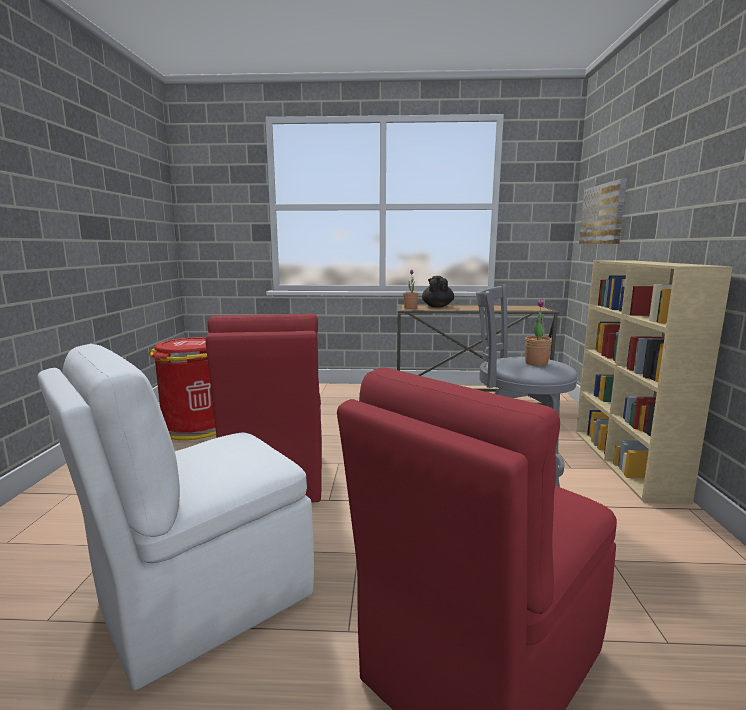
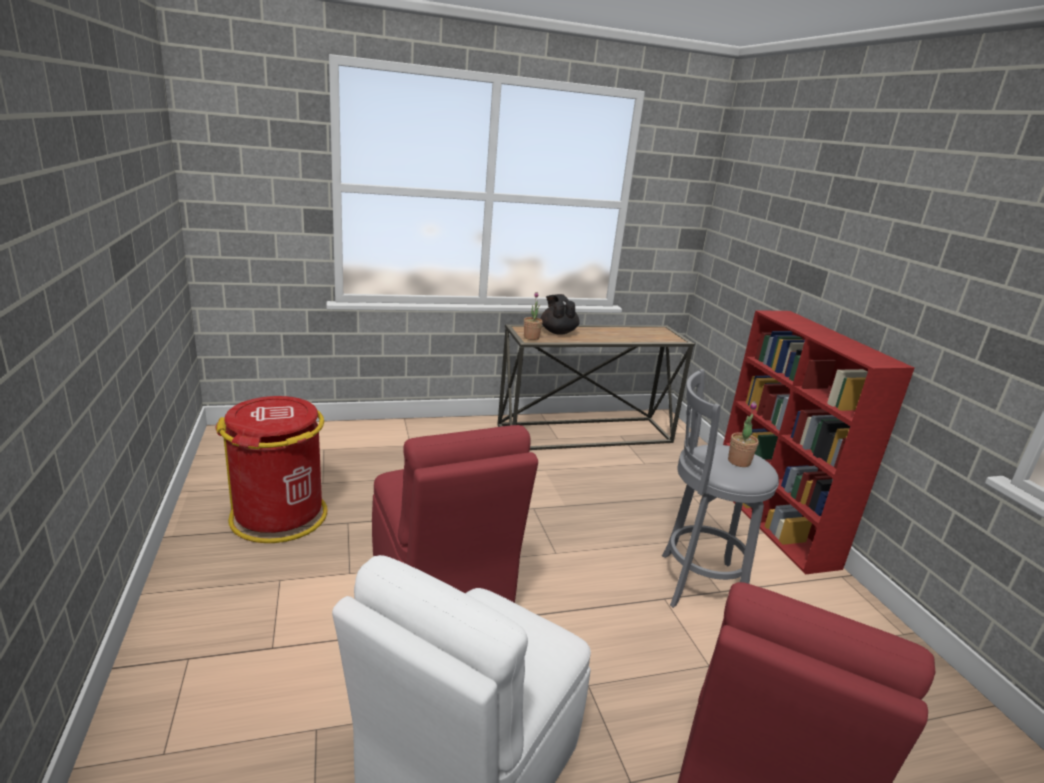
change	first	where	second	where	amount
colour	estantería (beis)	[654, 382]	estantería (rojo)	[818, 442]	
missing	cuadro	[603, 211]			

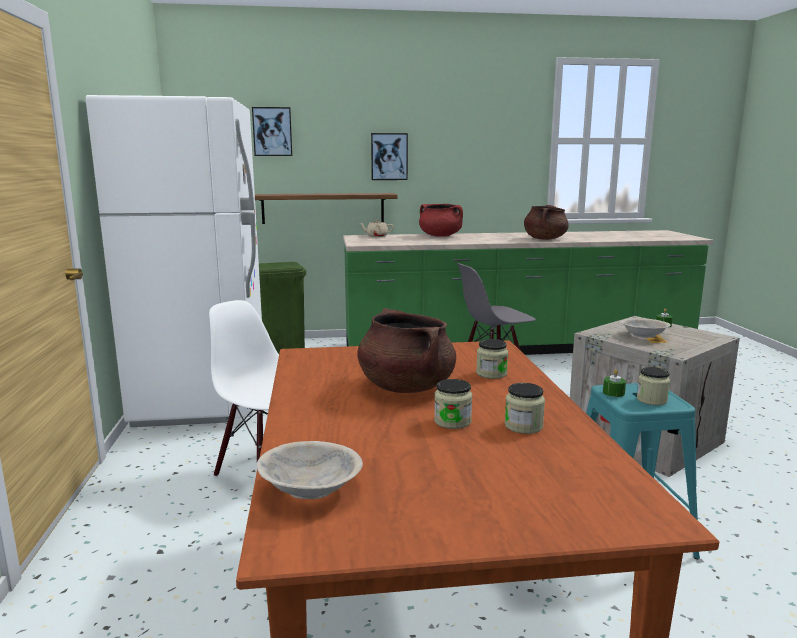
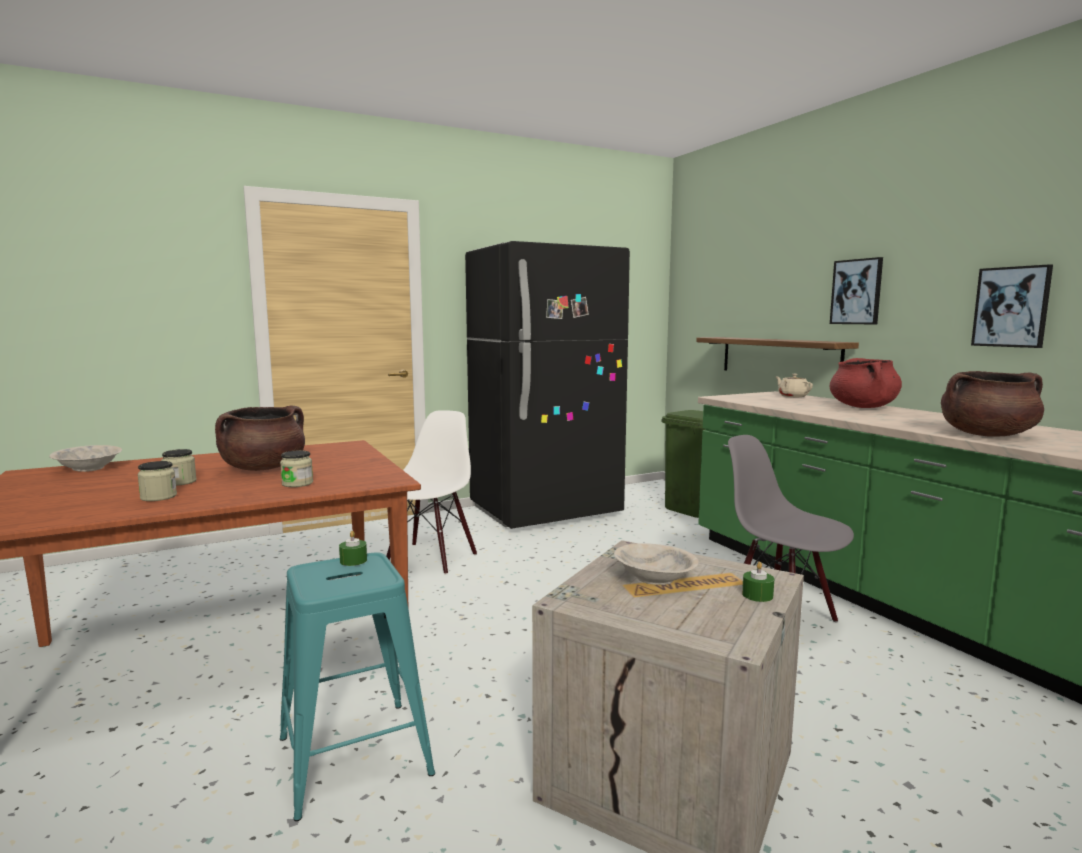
change	first	where	second	where	amount
colour	nevera (blanco)	[174, 261]	nevera (negro)	[547, 385]	
relocated	cuadro	[272, 131]		[1012, 306]	
missing	tarro	[653, 386]			

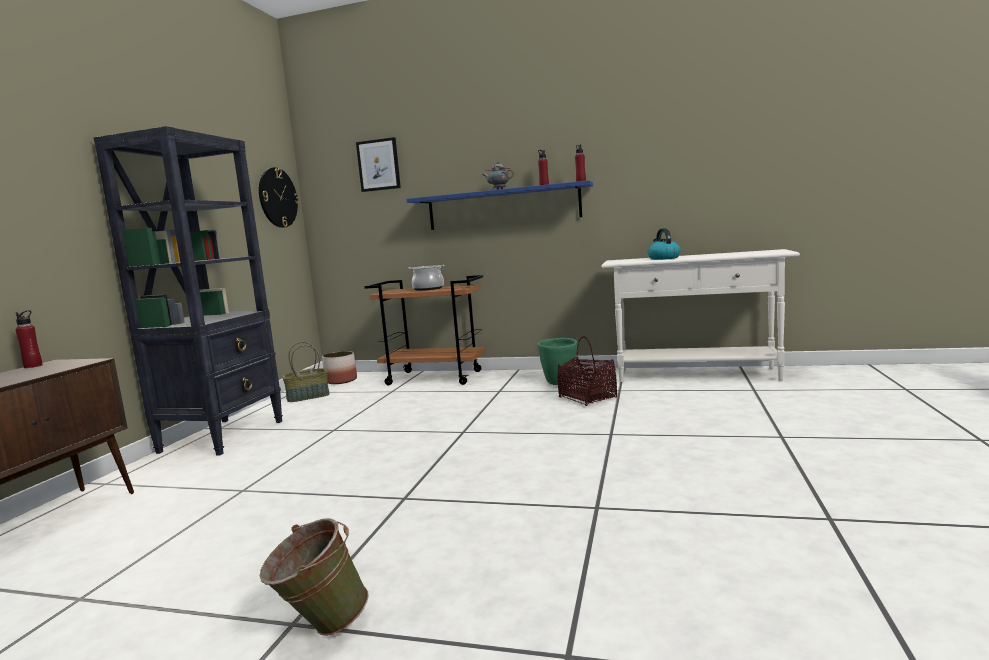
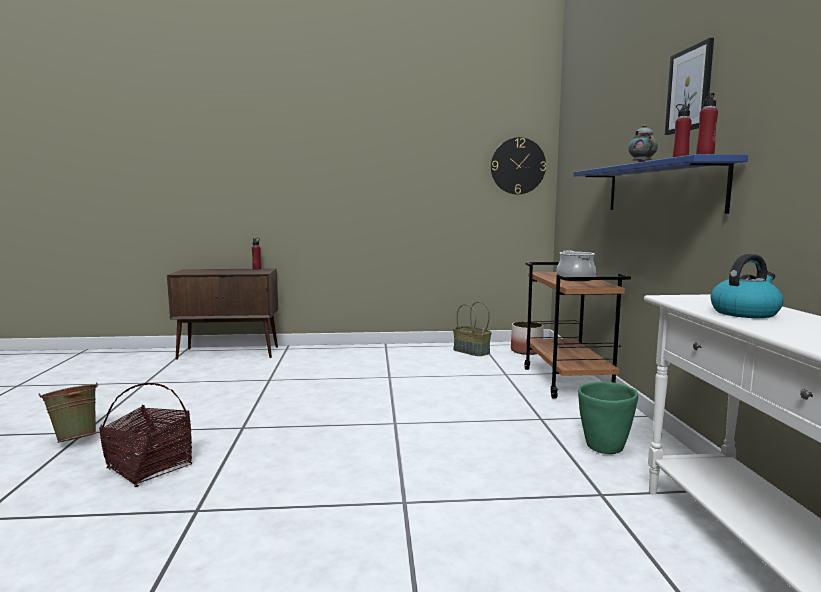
change	first	where	second	where	amount
missing	estantería (negro)	[188, 291]			
relocated	cuadro	[378, 164]		[689, 86]	
relocated	cesta	[587, 371]		[145, 435]	

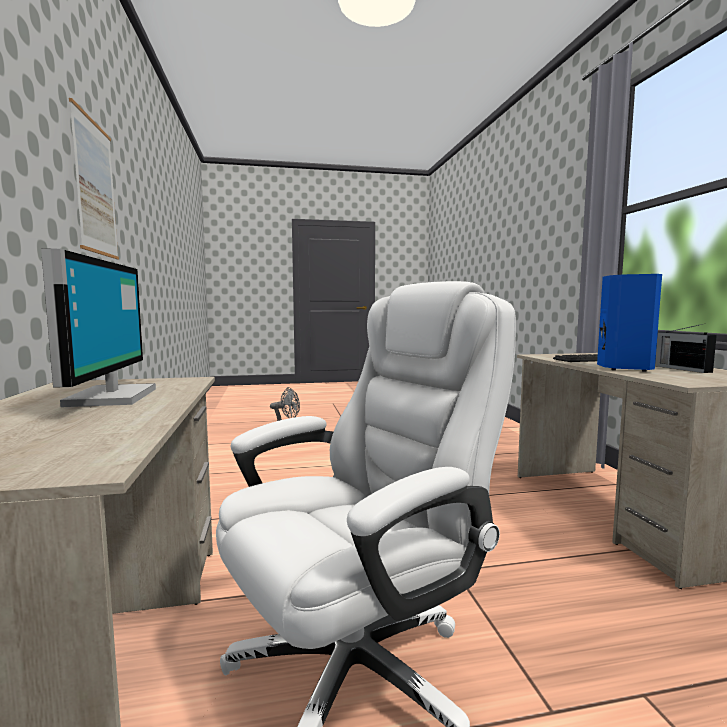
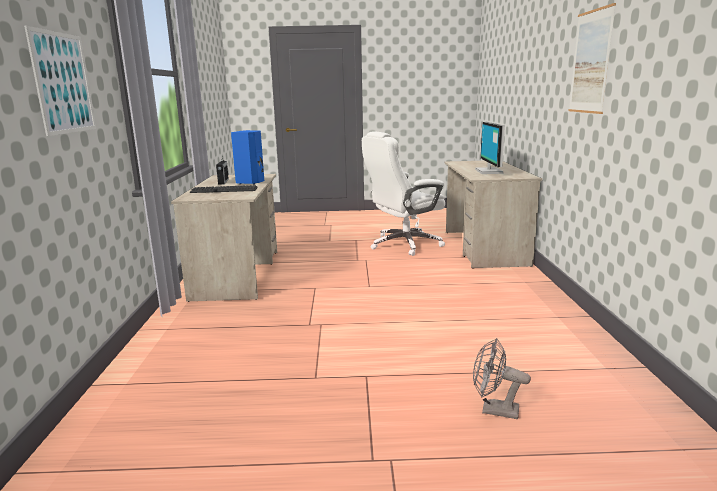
change	first	where	second	where	amount
appeared			cuadro	[60, 81]	

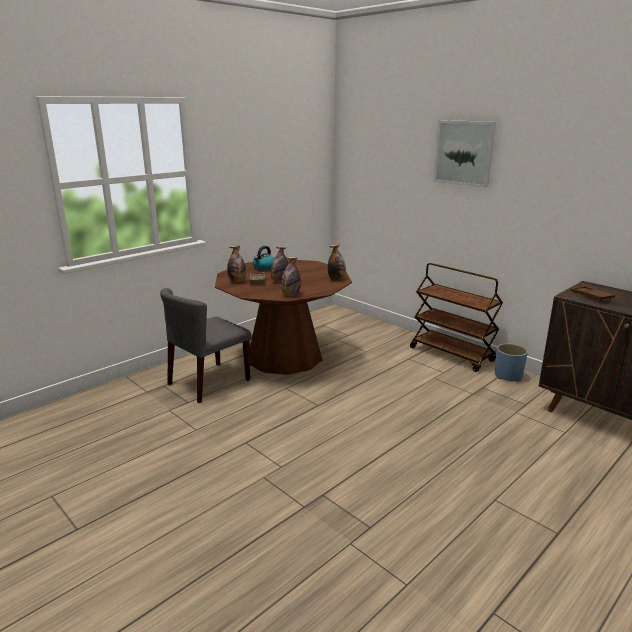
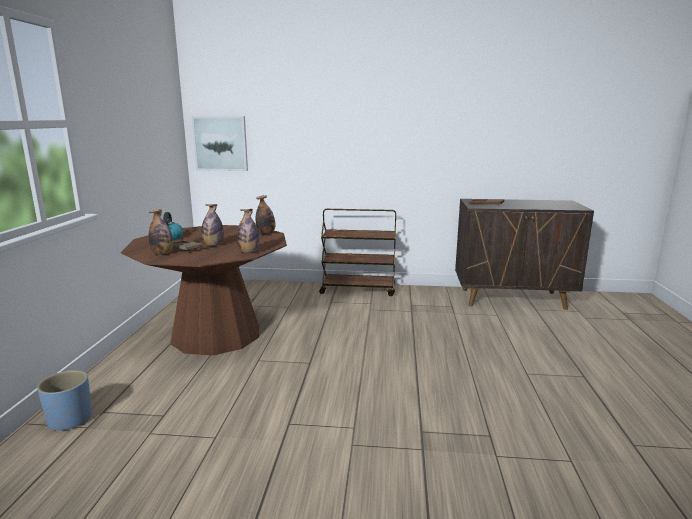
change	first	where	second	where	amount
missing	silla (gris)	[205, 345]			
relocated	cuadro	[465, 154]		[219, 143]	
relocated	maceta (azul)	[511, 362]		[64, 400]	

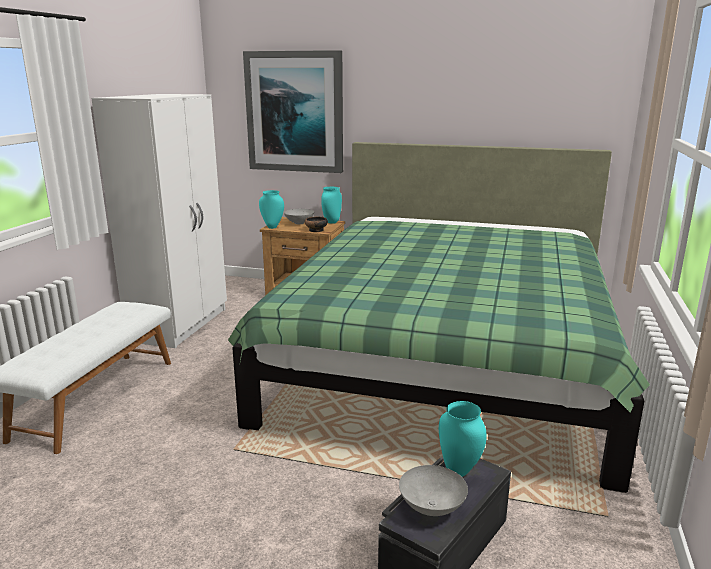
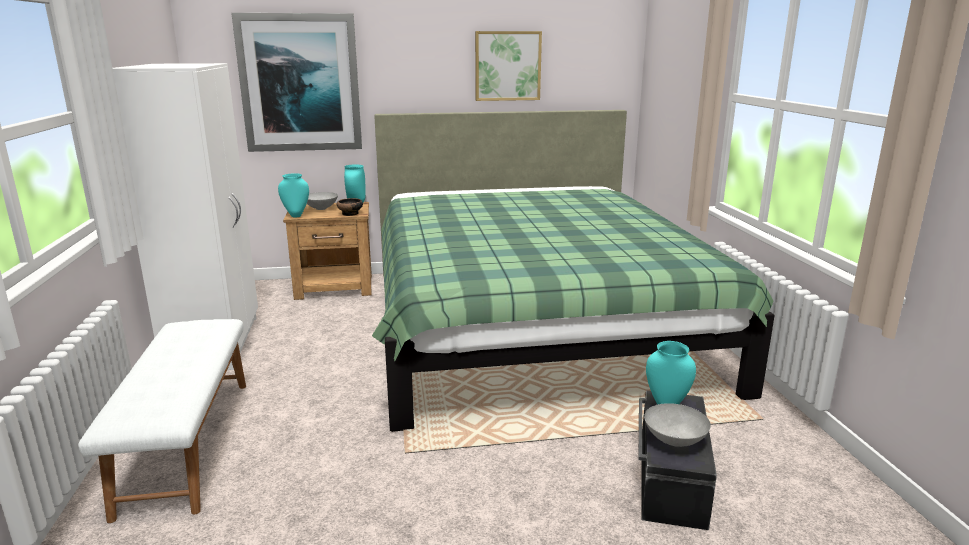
change	first	where	second	where	amount
appeared			cuadro	[508, 66]	

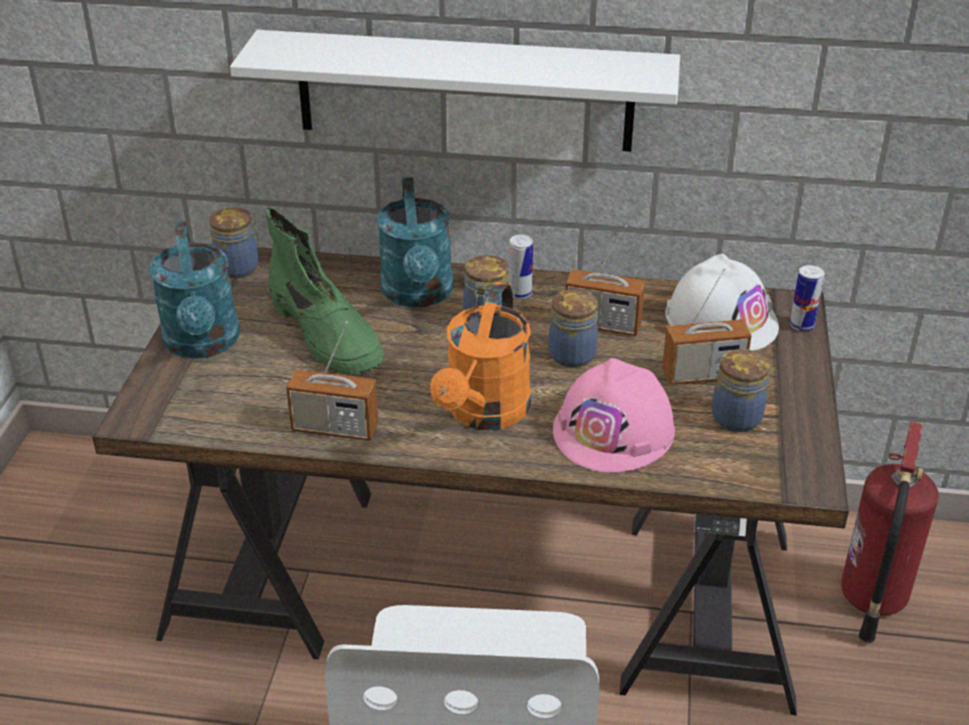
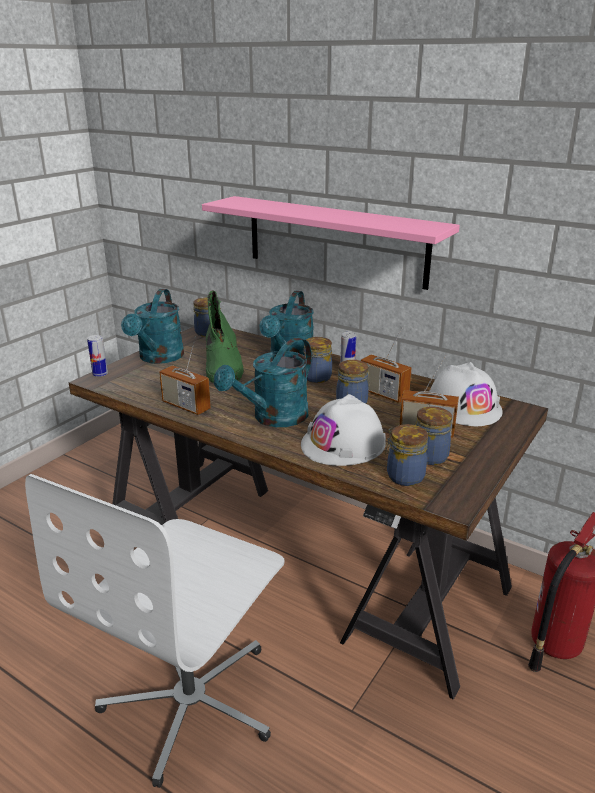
change	first	where	second	where	amount
colour	estante (blanco)	[455, 91]	estante (rosa)	[331, 243]	
colour	regadera (naranja)	[480, 356]	regadera (turquesa)	[263, 382]	
colour	casco (rosa)	[614, 415]	casco (blanco)	[343, 430]	
relocated	lata	[807, 298]		[97, 356]	
appeared			tarro	[406, 455]	

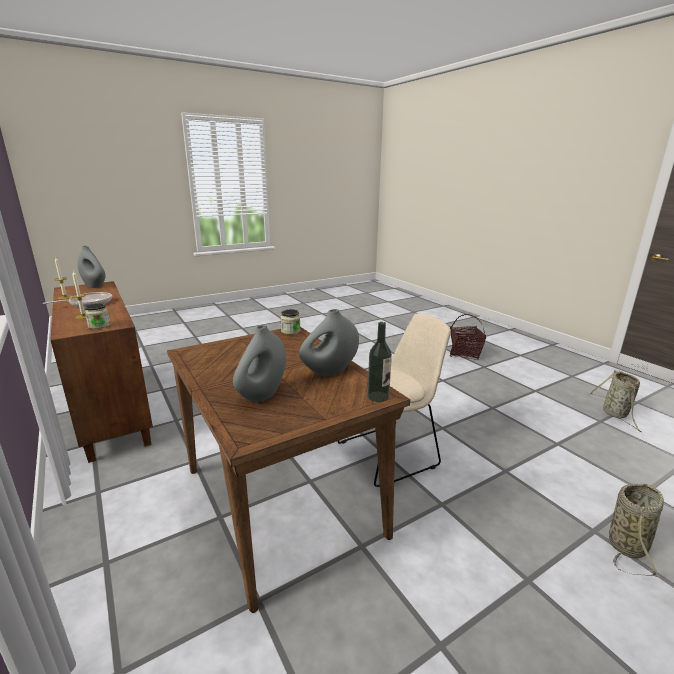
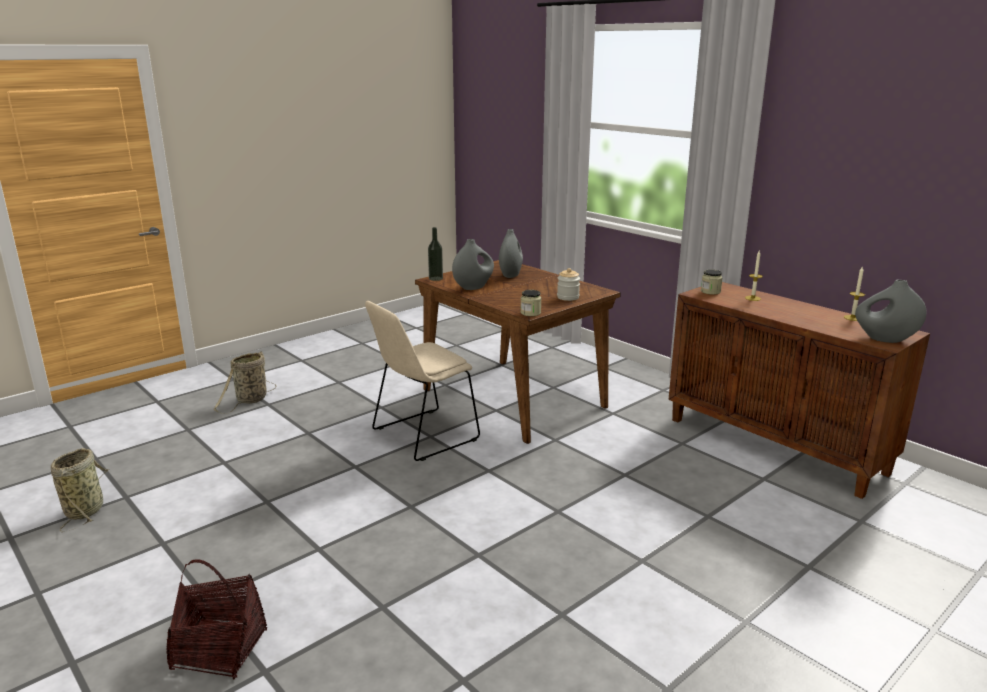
change	first	where	second	where	amount
missing	sartén	[77, 299]			
appeared			tarro	[568, 284]	

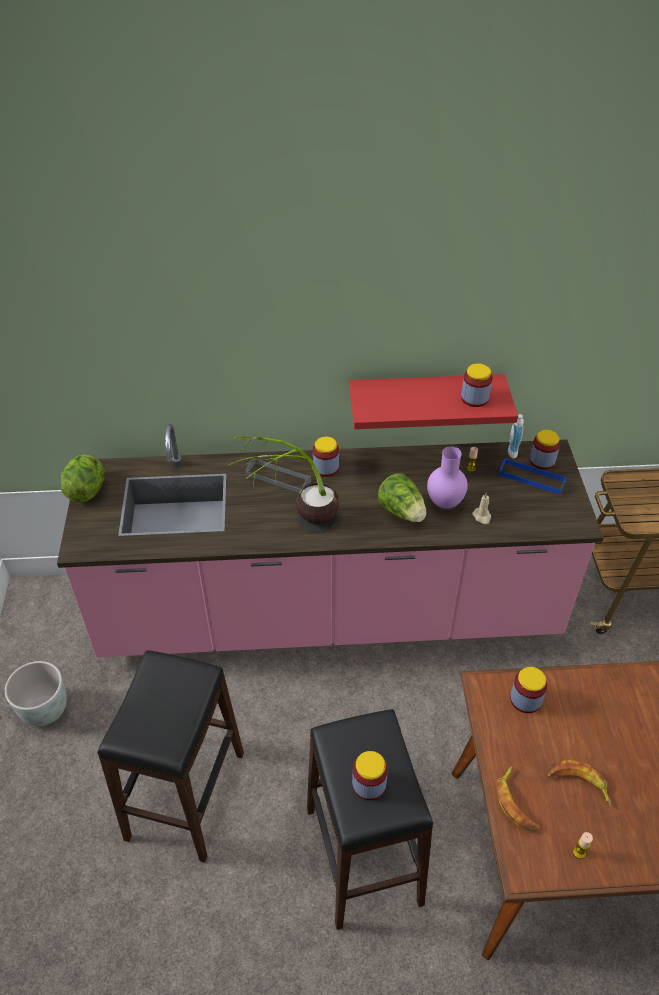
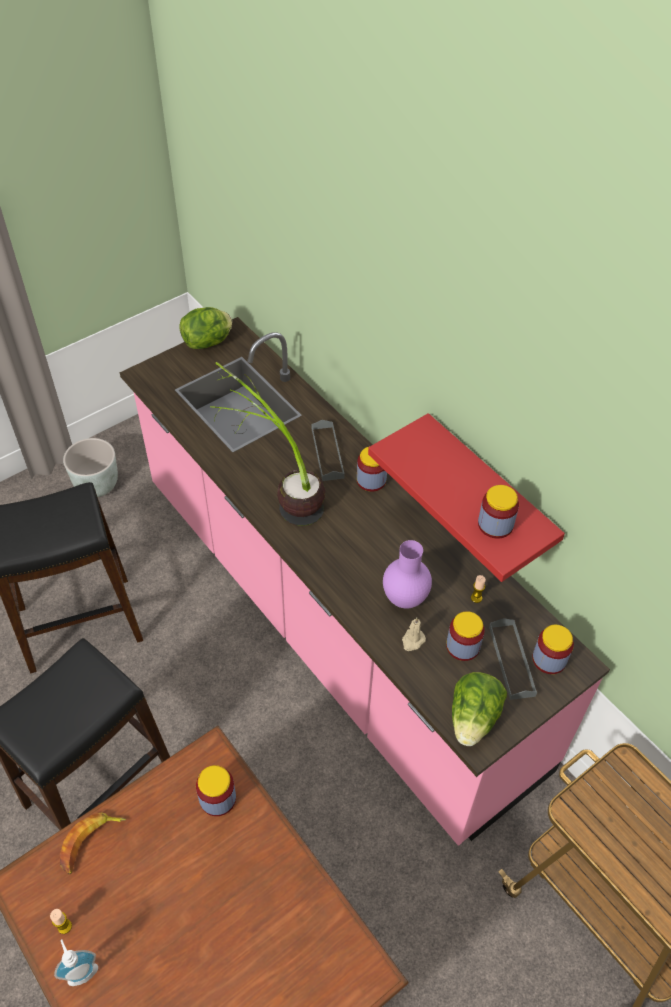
change	first	where	second	where	amount
relocated	tarro	[370, 775]		[465, 636]	
relocated	lechuga	[402, 497]		[479, 709]	
colour	bandeja (azul)	[532, 476]	bandeja (gris)	[513, 659]	
relocated	dispensador de jabón	[516, 436]		[76, 962]	
missing	plátano	[579, 783]			

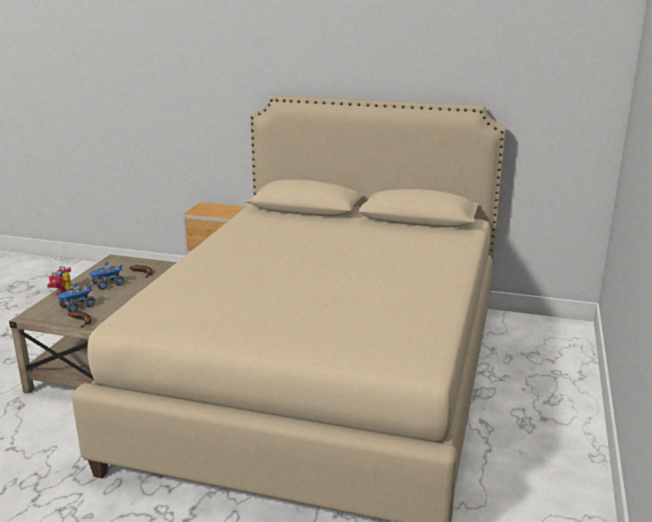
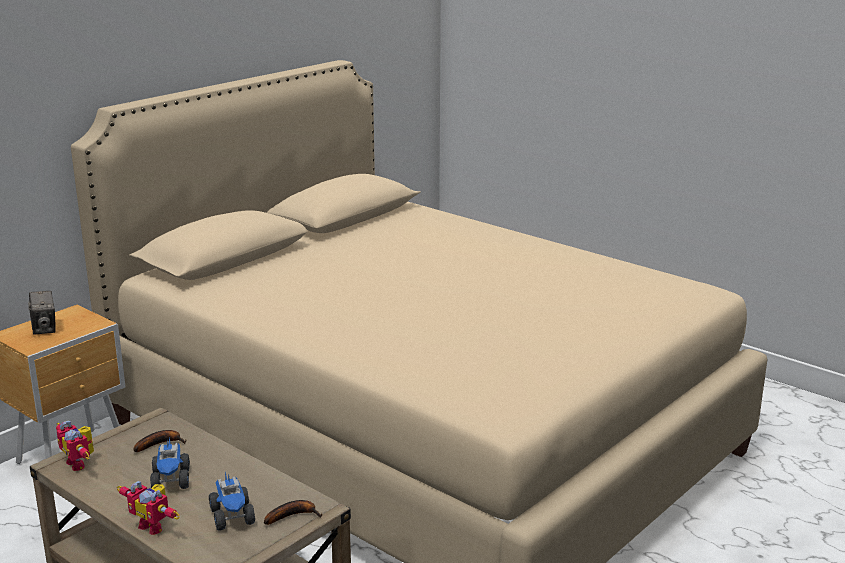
change	first	where	second	where	amount
appeared			cámara	[41, 313]	
appeared			robot de juguete	[75, 445]	

